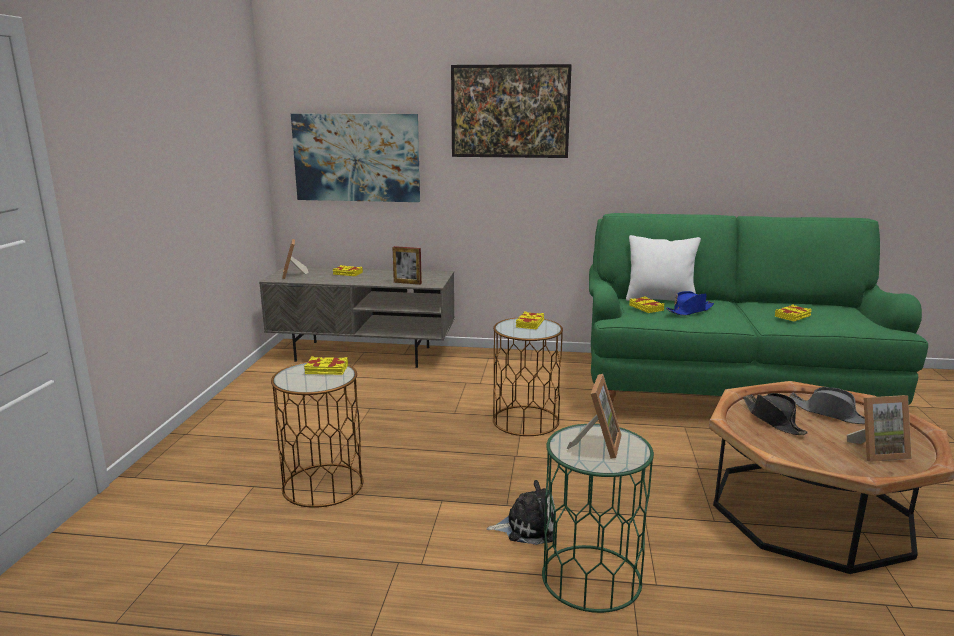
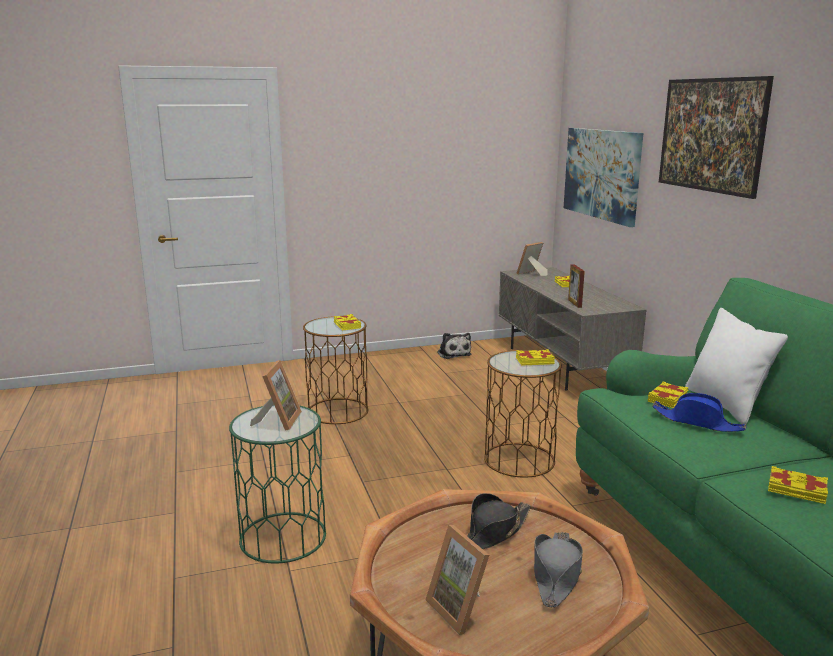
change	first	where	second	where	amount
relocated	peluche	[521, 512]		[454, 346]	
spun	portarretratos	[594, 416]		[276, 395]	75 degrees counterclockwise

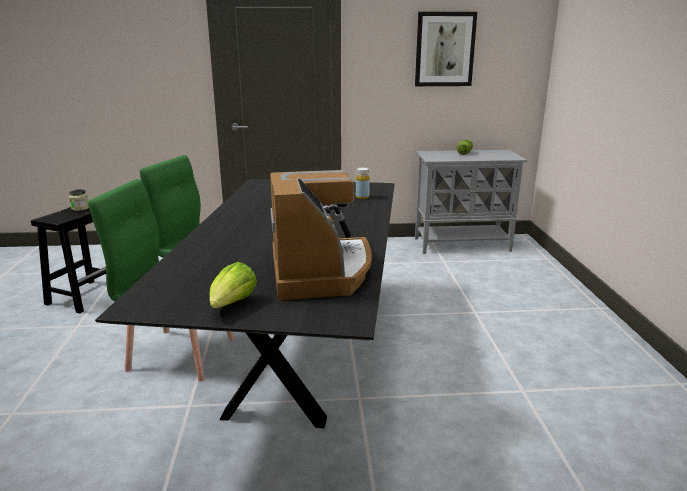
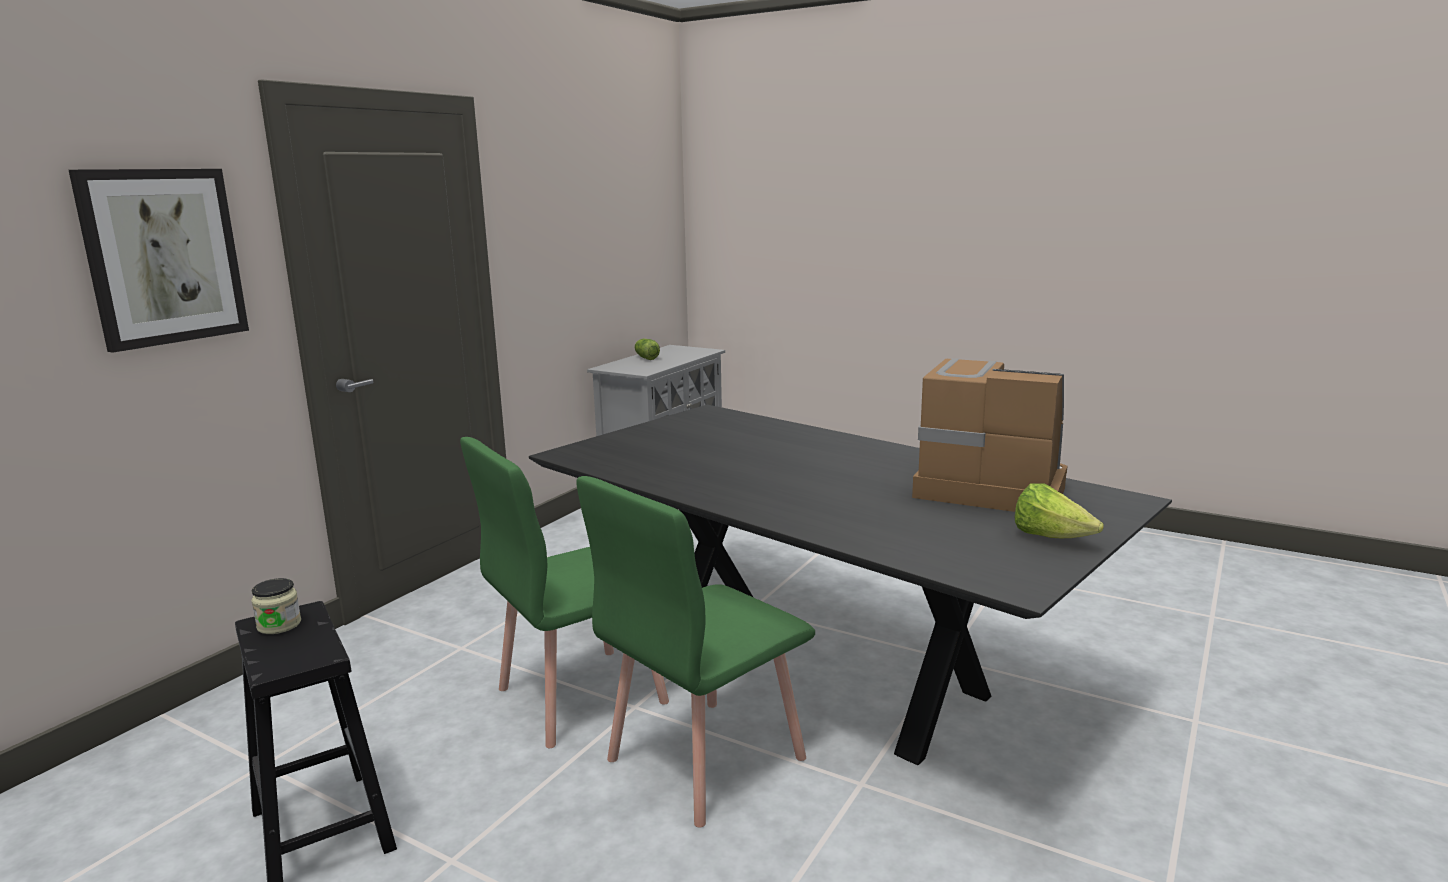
change	first	where	second	where	amount
missing	botella (amarillo)	[363, 183]			
relocated	cuadro	[446, 49]		[159, 261]	

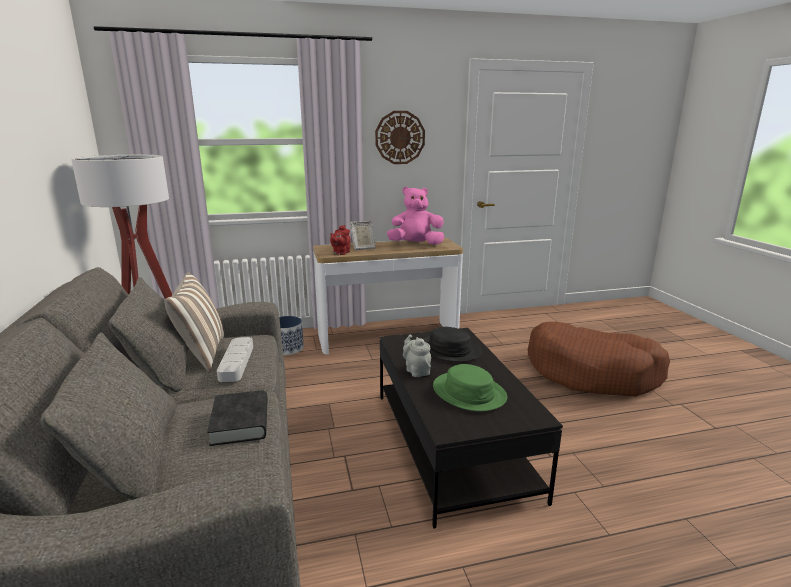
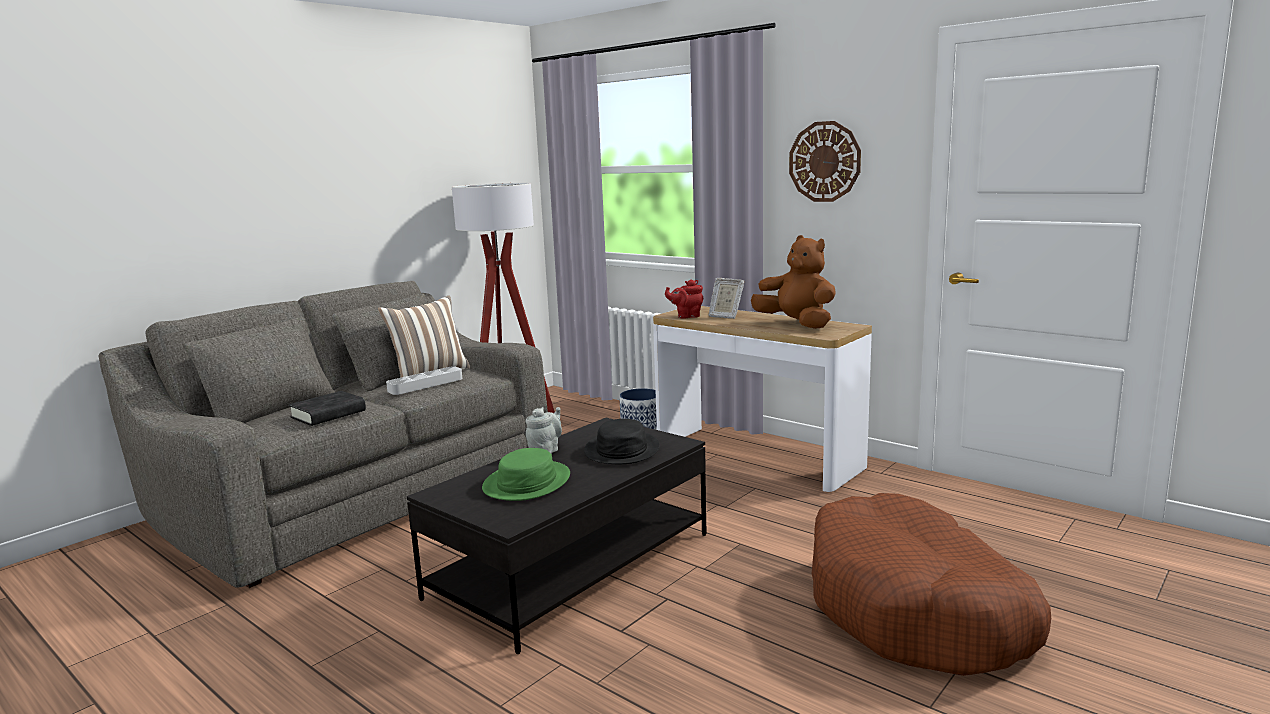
change	first	where	second	where	amount
colour	peluche (rosa)	[416, 216]	peluche (marrón)	[793, 282]	

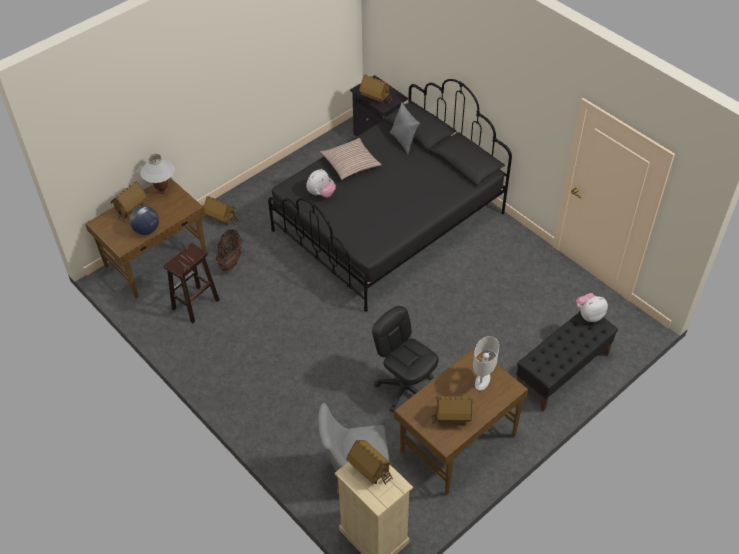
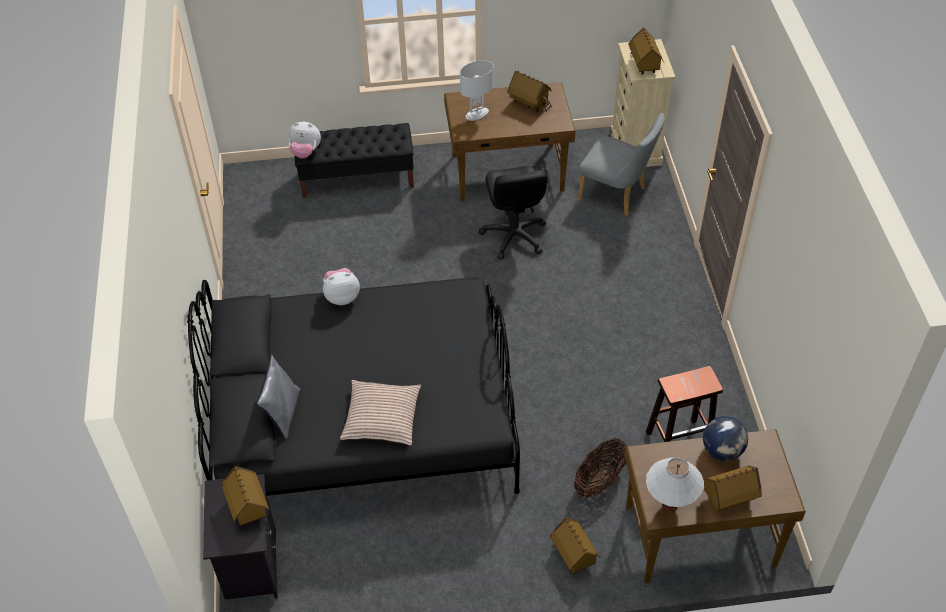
change	first	where	second	where	amount
relocated	peluche	[321, 183]		[341, 286]	

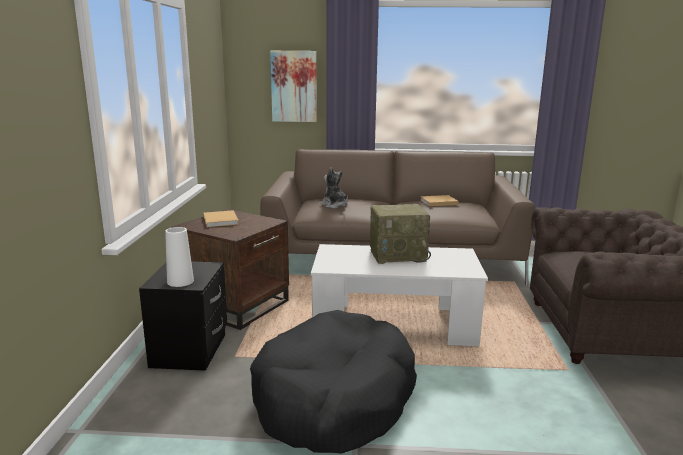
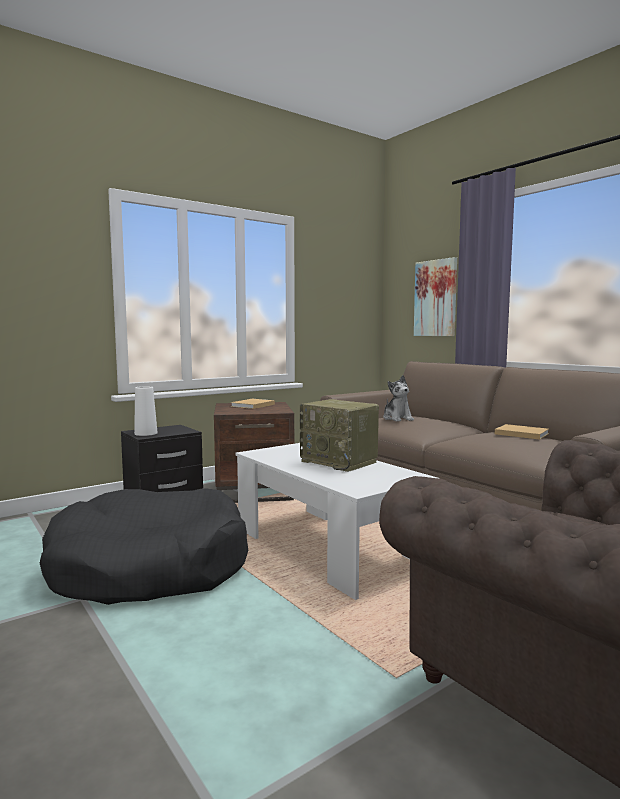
change	first	where	second	where	amount
spun	peluche	[334, 188]		[398, 398]	150 degrees clockwise

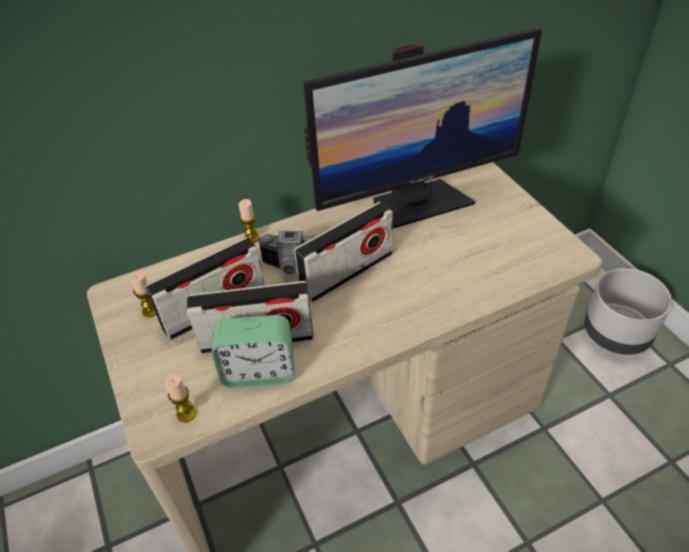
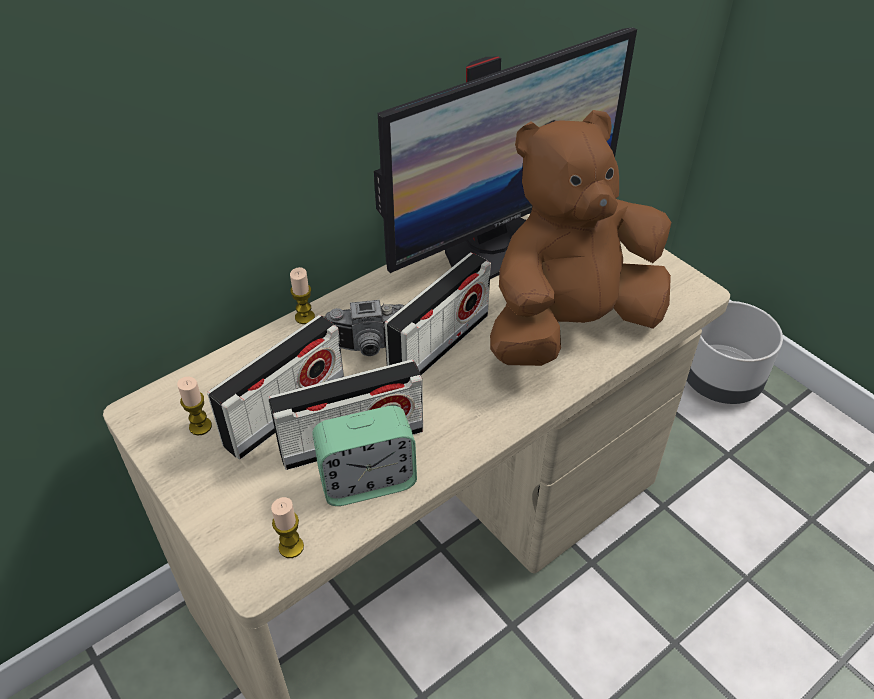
change	first	where	second	where	amount
appeared			peluche (marrón)	[580, 238]	

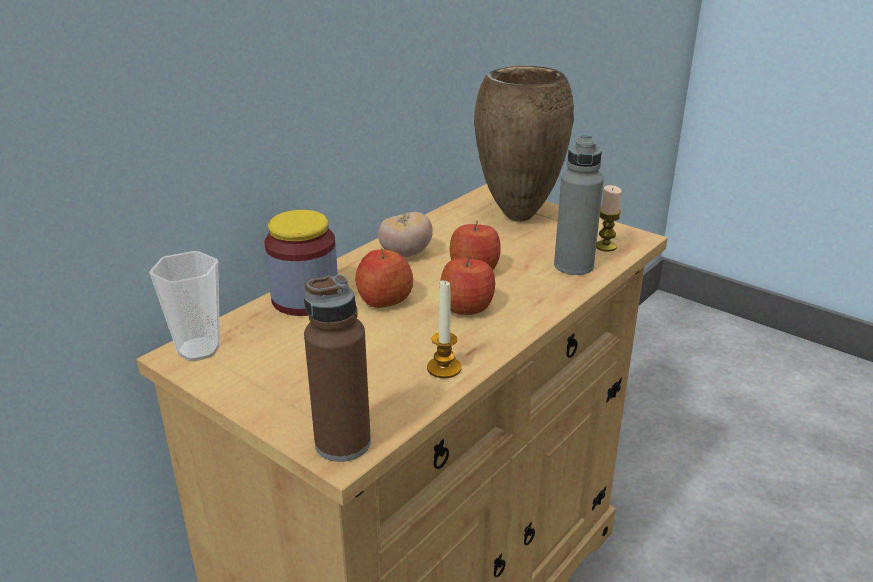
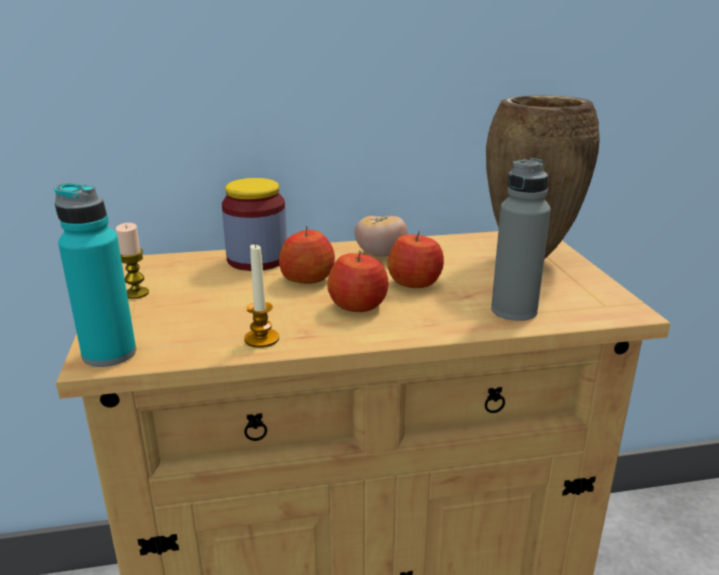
change	first	where	second	where	amount
missing	taza	[184, 306]			
colour	botella (marrón)	[337, 368]	botella (turquesa)	[95, 275]	
relocated	vela	[609, 218]		[132, 261]	

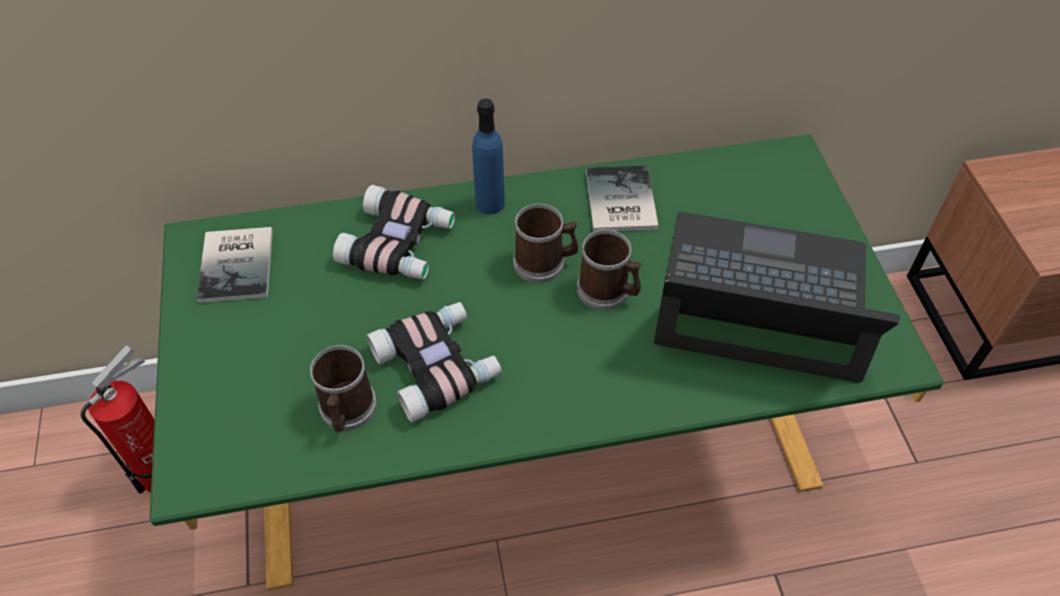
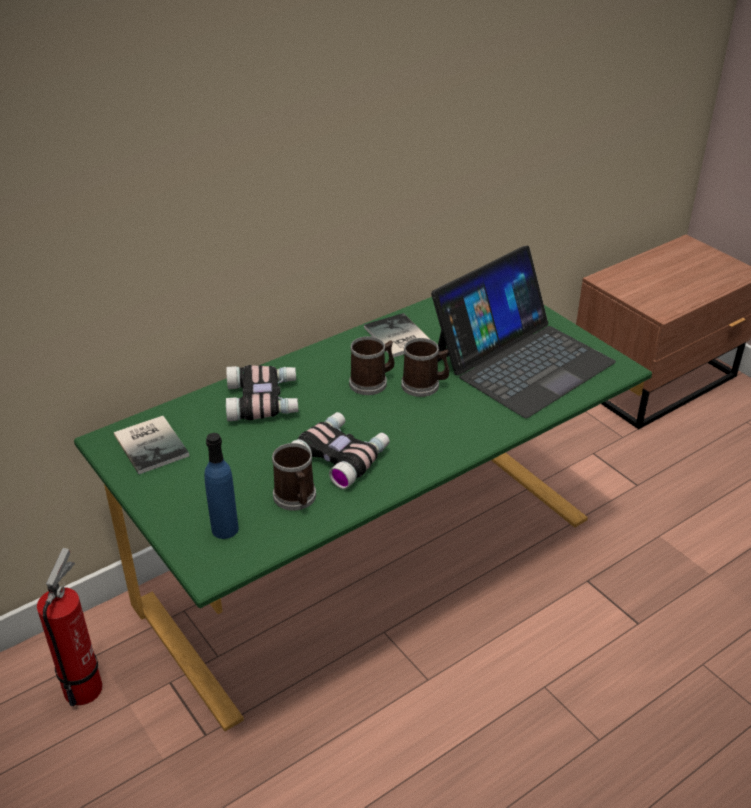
change	first	where	second	where	amount
relocated	botella (azul)	[488, 156]		[221, 486]	
spun	portátil	[777, 297]		[523, 332]	150 degrees clockwise

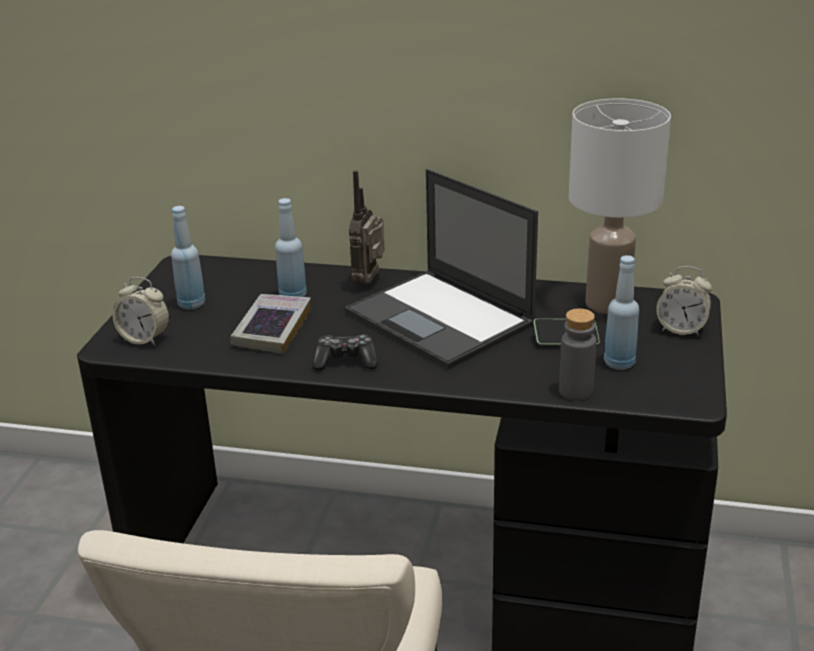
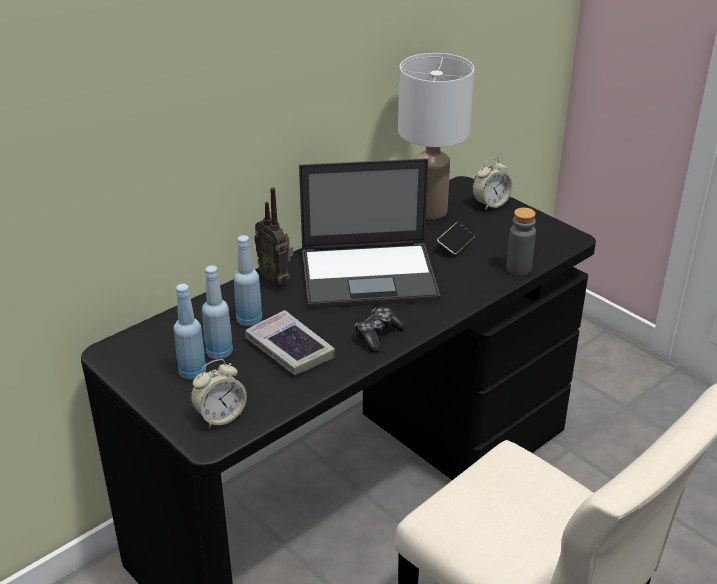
change	first	where	second	where	amount
relocated	botella (azul)	[621, 312]		[217, 312]	

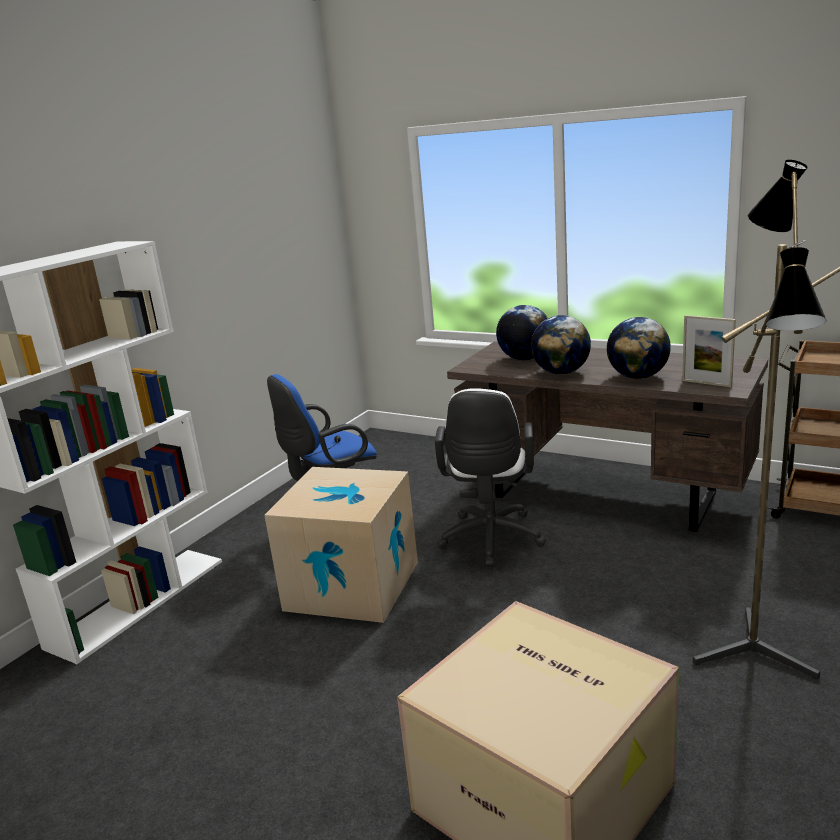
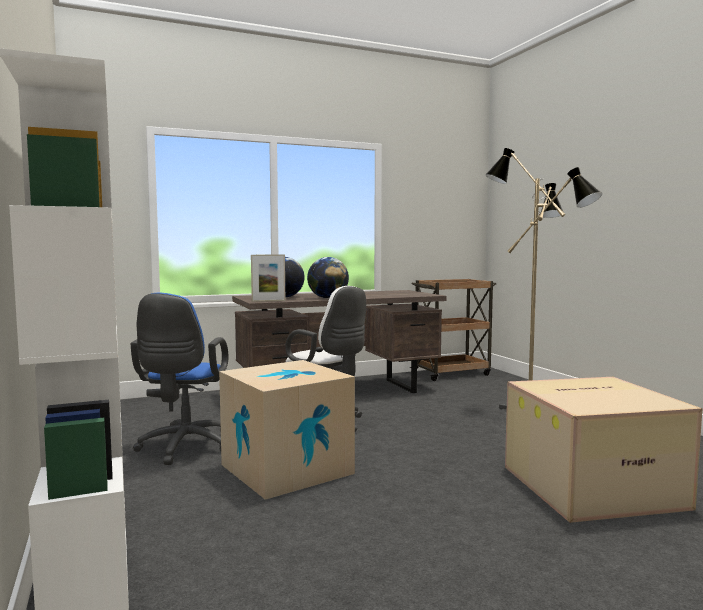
change	first	where	second	where	amount
missing	globo terráqueo	[639, 348]			
relocated	portarretratos	[709, 351]		[268, 278]	

